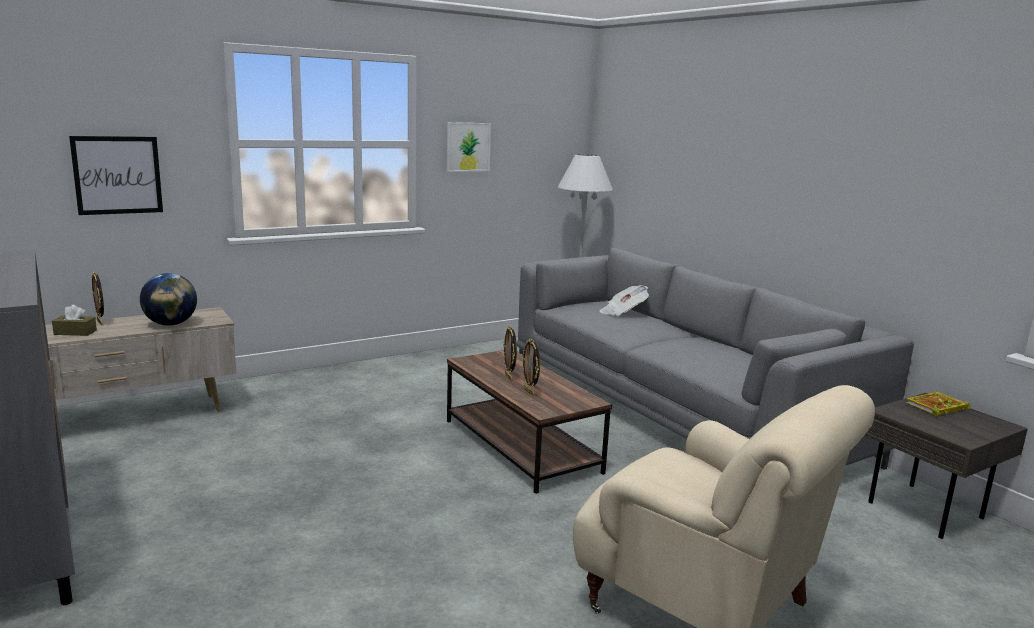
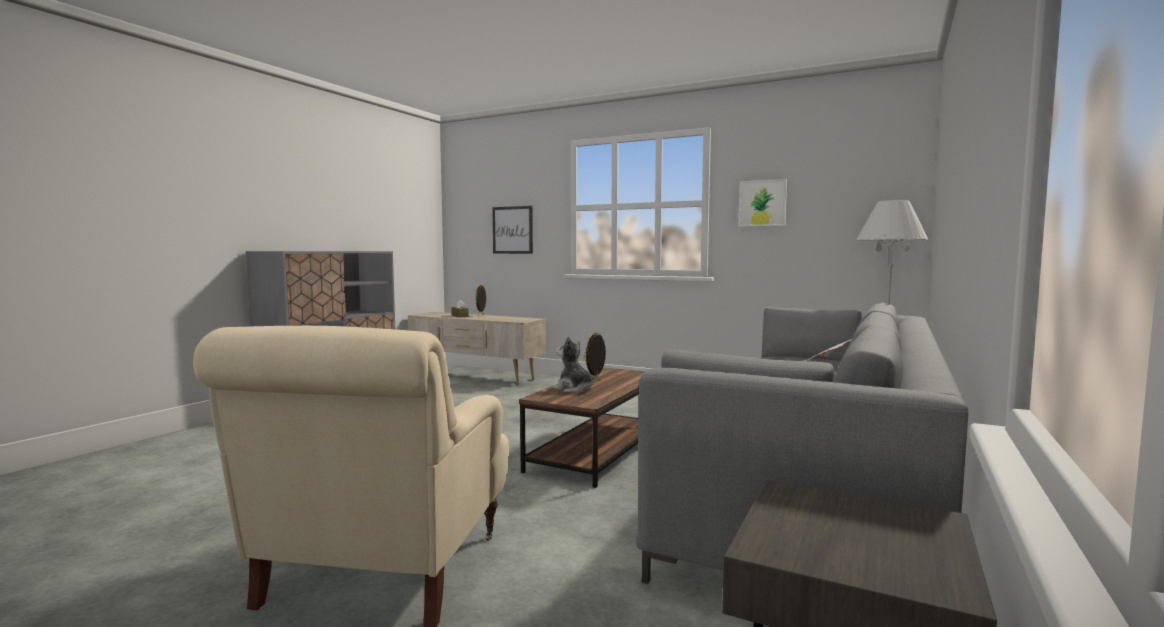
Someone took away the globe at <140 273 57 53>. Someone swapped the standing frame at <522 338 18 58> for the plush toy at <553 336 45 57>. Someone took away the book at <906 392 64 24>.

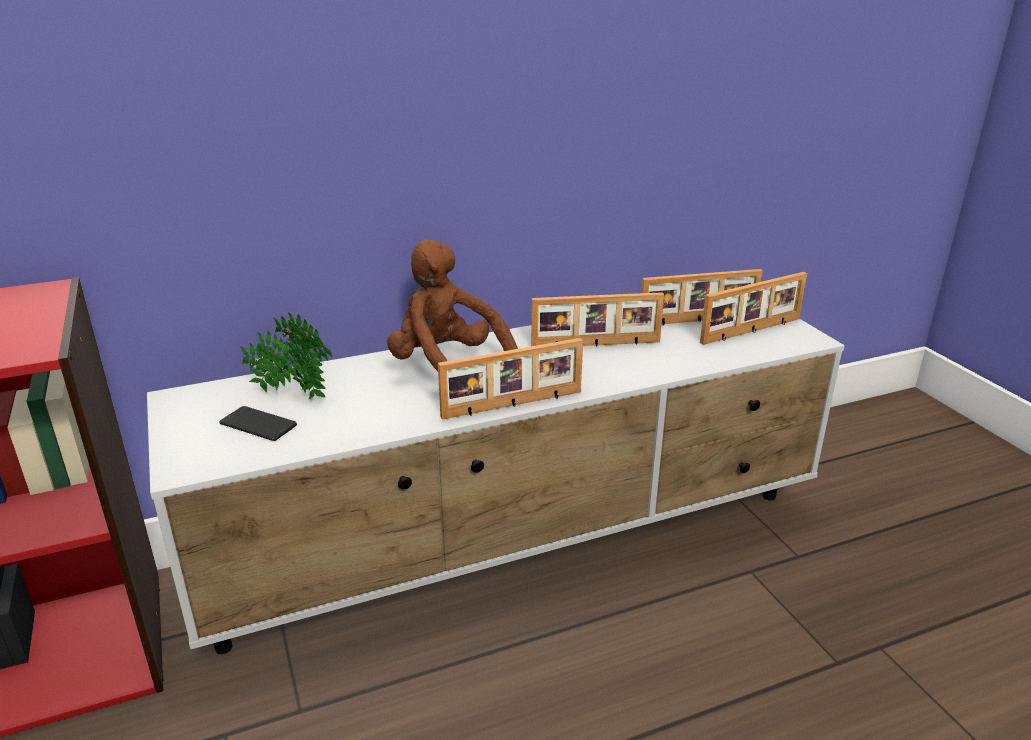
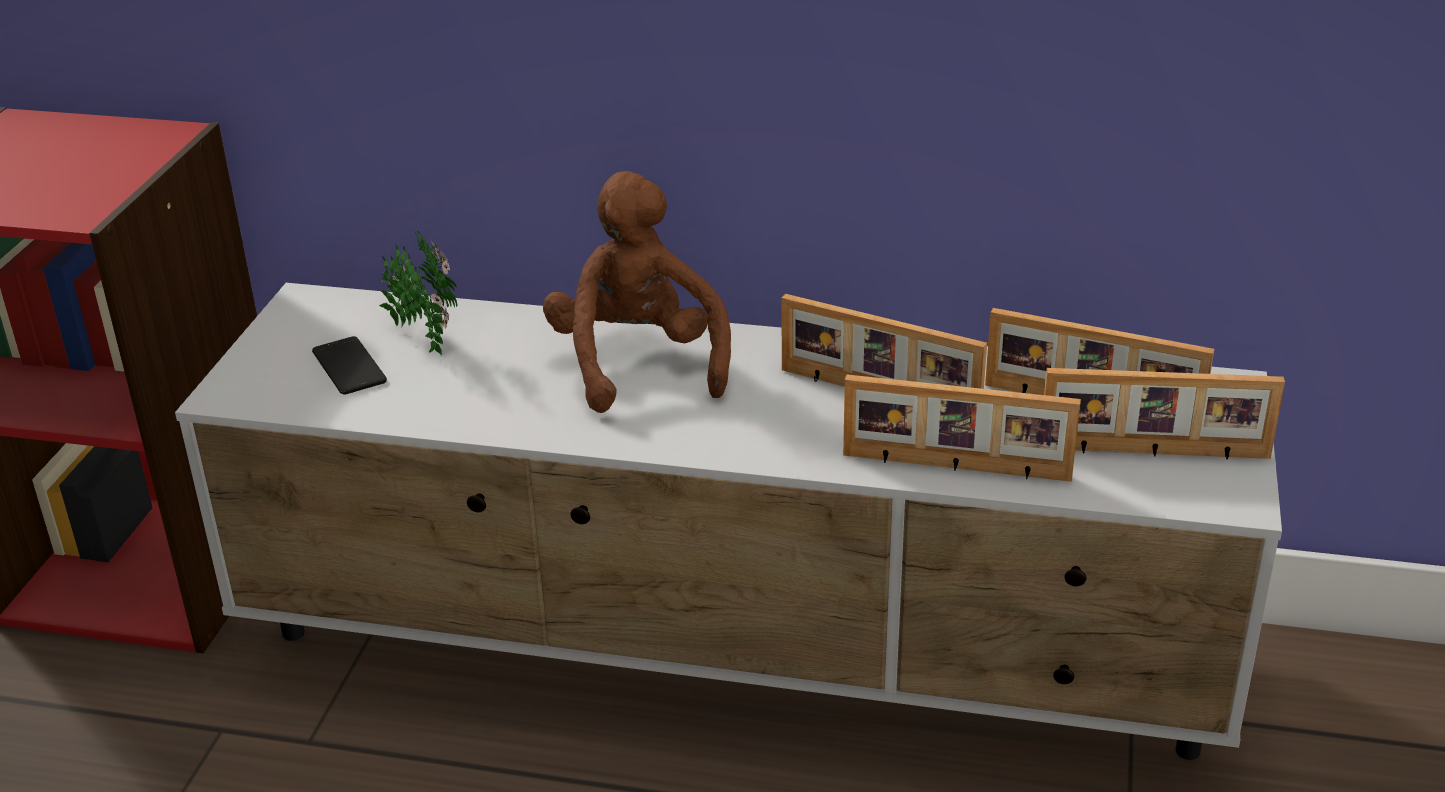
Someone carried the standing frame from <438 338 145 82> to <843 374 238 108>.

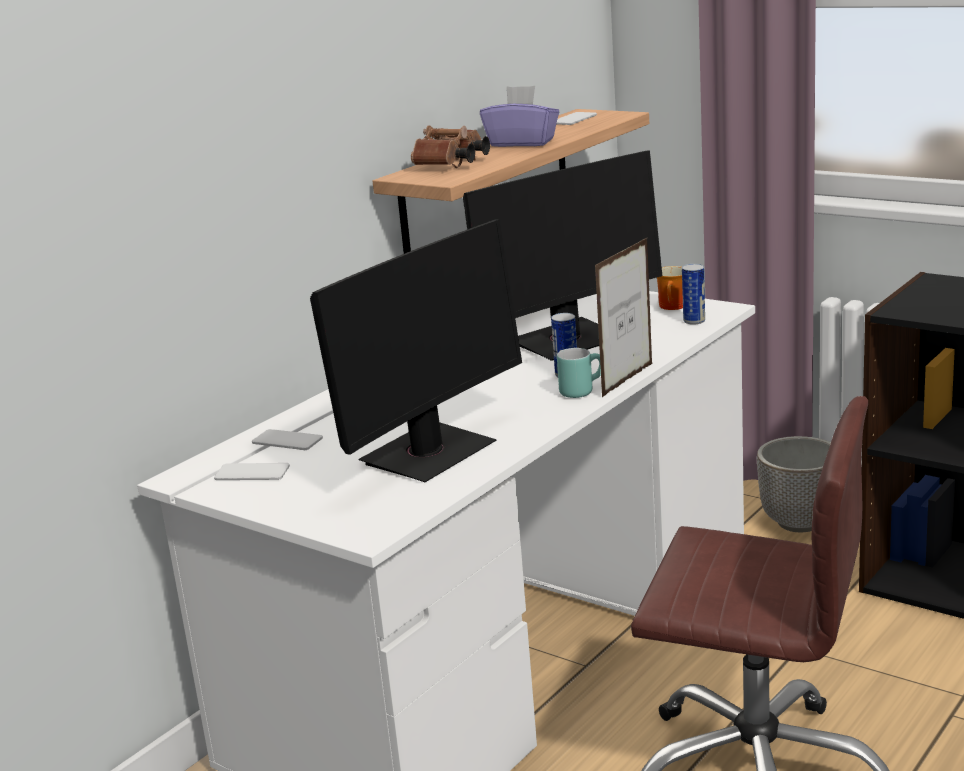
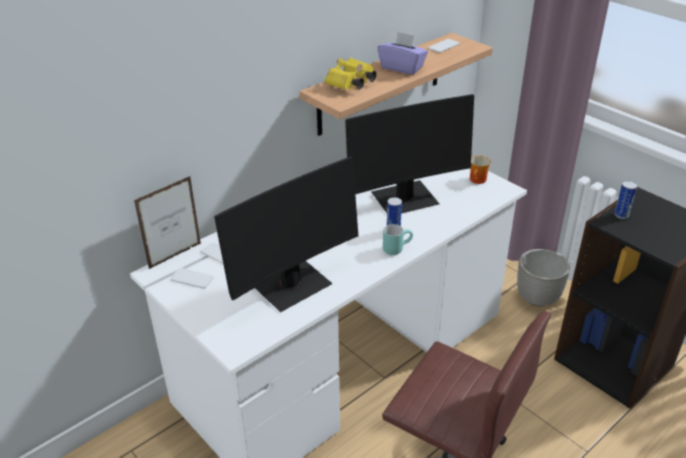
Someone repainted the brown binoculars at <411 125 79 43>, which became the yellowish binoculars at <325 58 52 32>. Someone carried the standing frame from <595 238 57 159> to <134 176 67 93>. Someone carried the can from <682 264 23 61> to <615 181 22 38>.

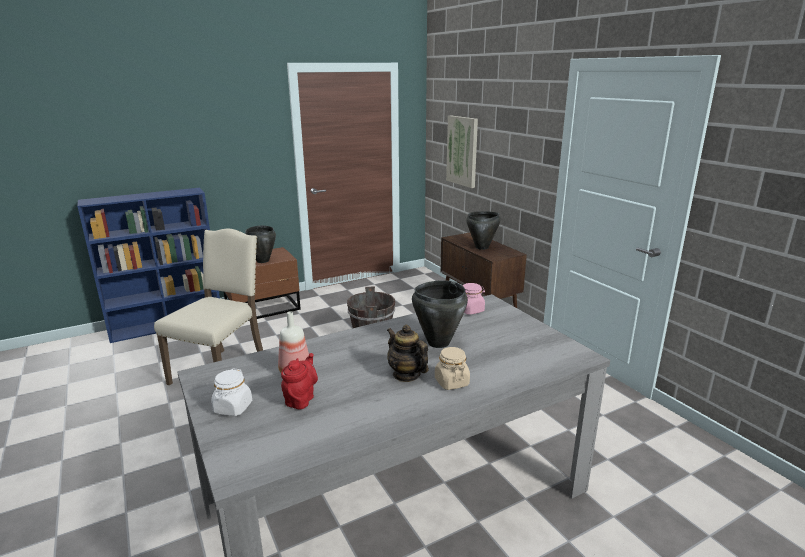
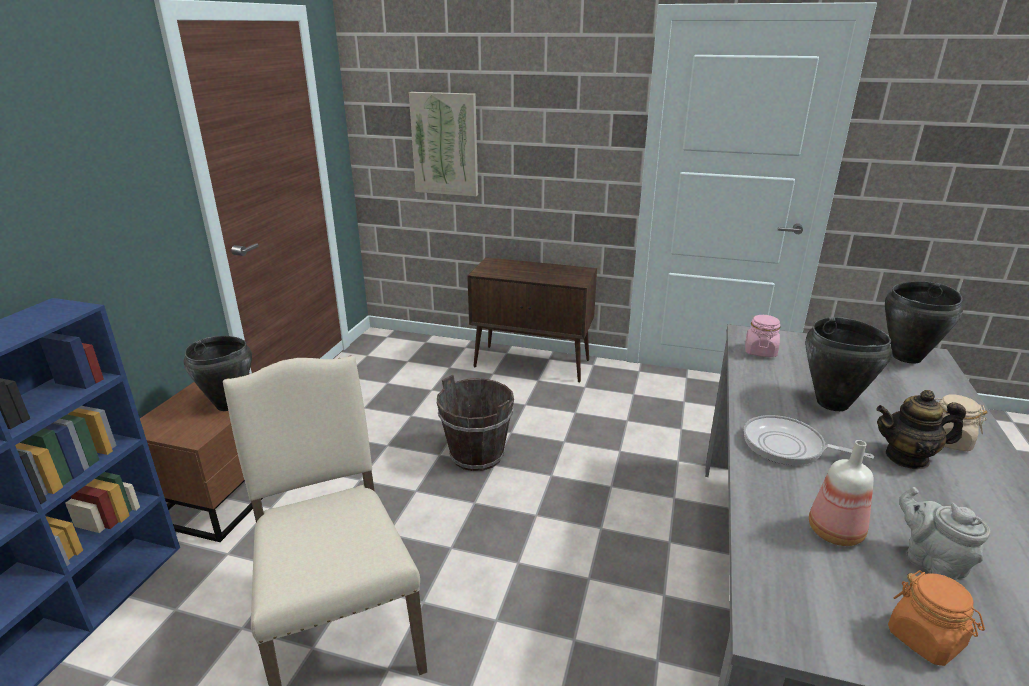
Someone carried the black-coloured cooking pot from <466 211 35 39> to <885 281 78 83>. Someone repainted the red tea pot at <281 353 37 56>, which became the grey tea pot at <899 487 91 93>. Someone repainted the white jar at <211 368 41 48>, which became the orange-coloured jar at <888 570 97 96>. Someone put down the pan at <744 415 130 50>.

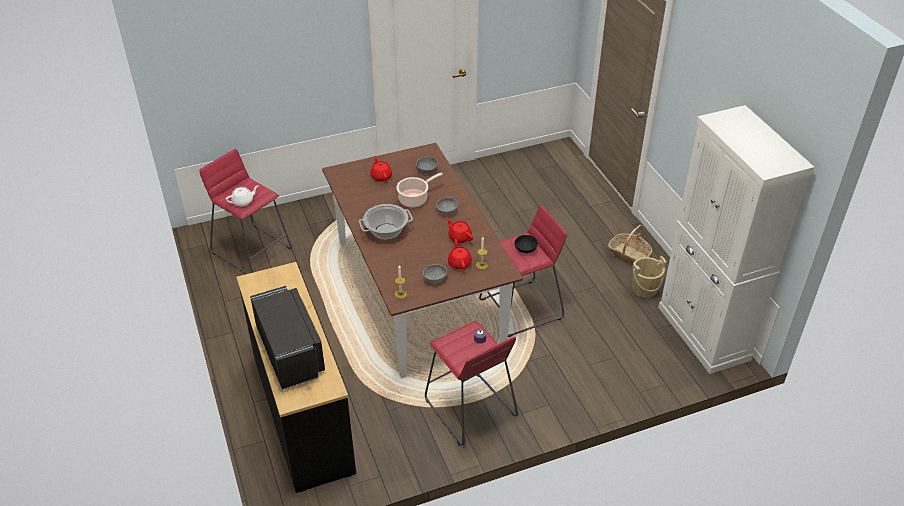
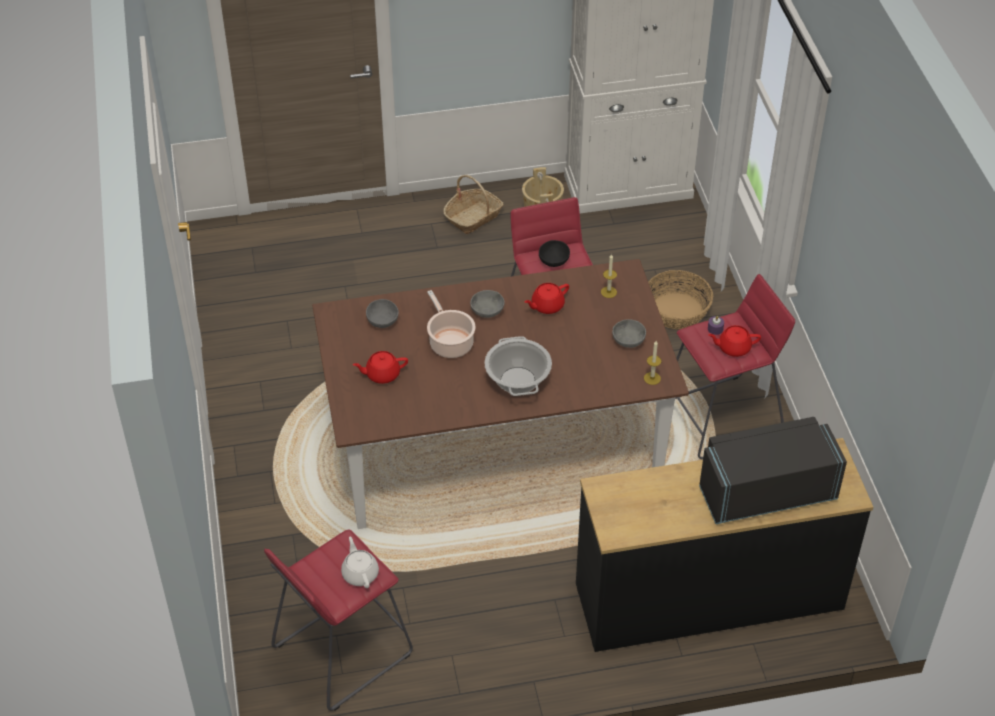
Someone carried the red tea pot from <448 239 24 31> to <708 325 53 32>. Someone put down the basket at <648 270 65 59>.

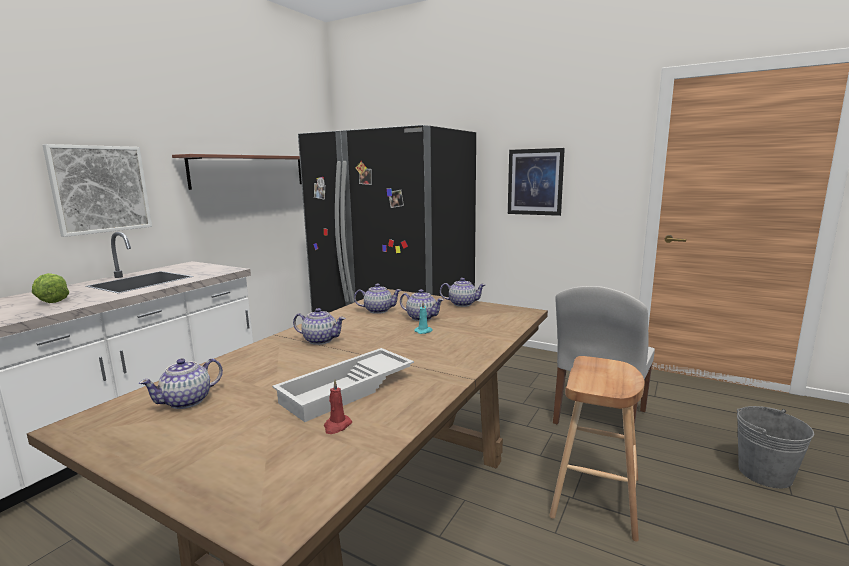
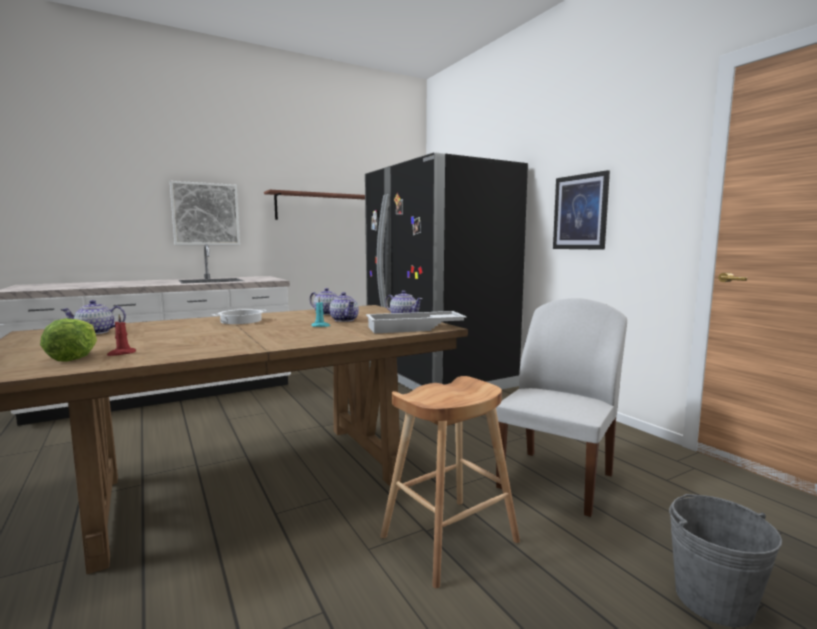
Someone carried the head of lettuce from <32 273 37 30> to <40 318 57 44>. Someone rotated the white chair at <553 286 102 138> by 150 degrees clockwise. Someone swapped the tea pot at <293 308 53 37> for the cooking pot at <212 309 55 15>. Someone carried the white carrying tray from <272 348 142 74> to <366 311 101 23>.

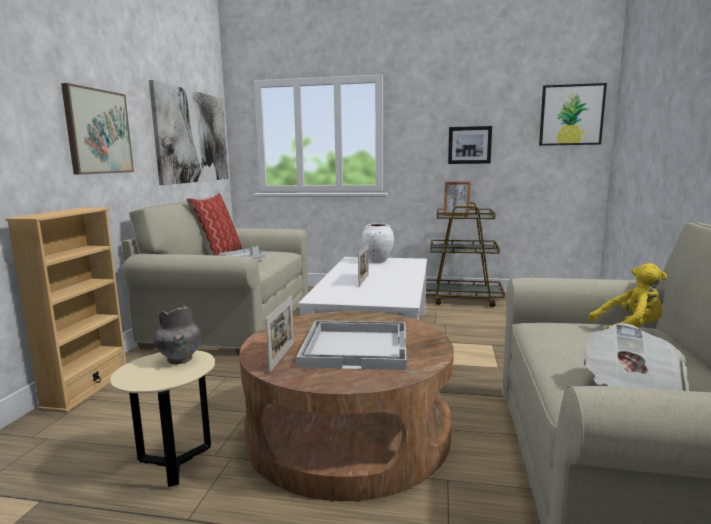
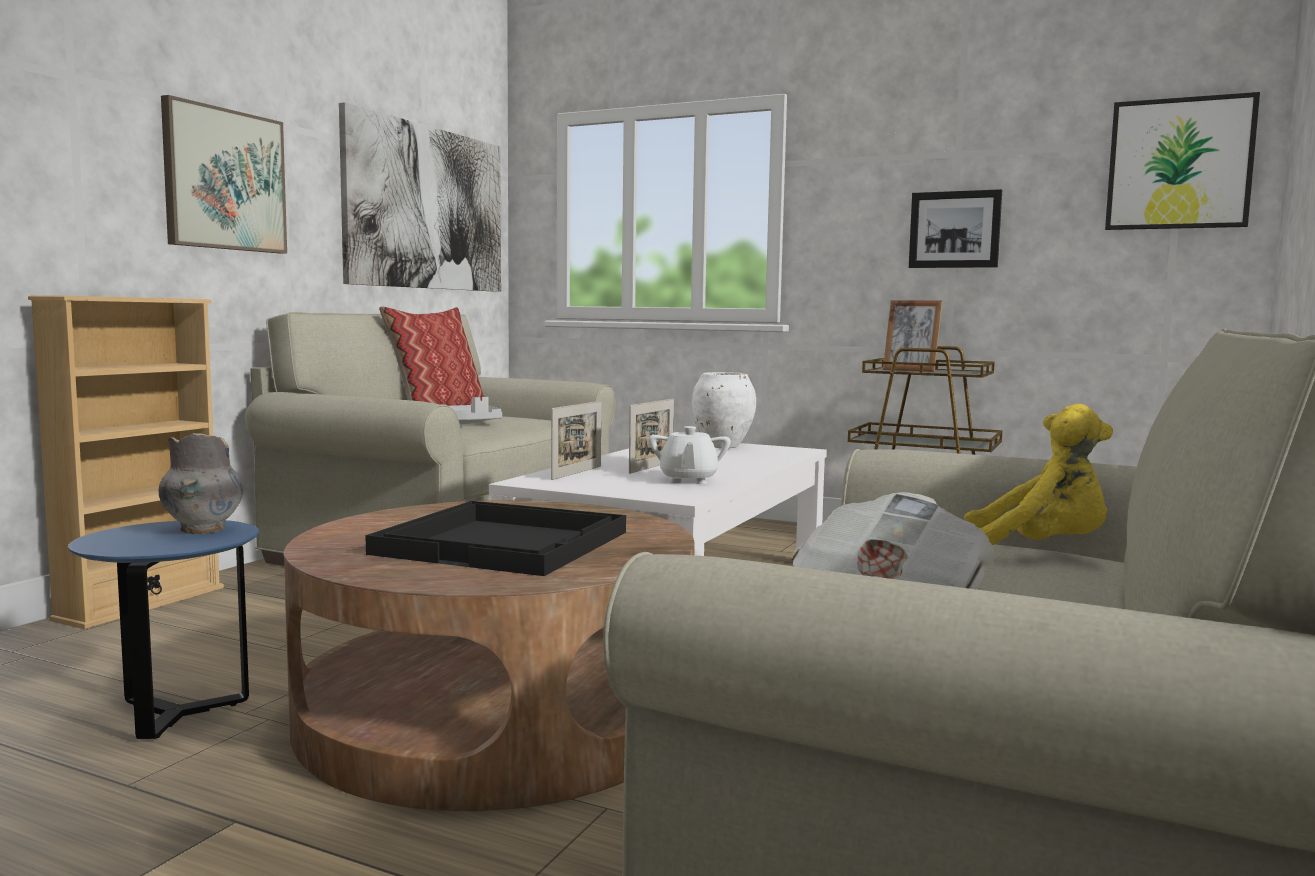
Someone carried the standing frame from <266 296 28 77> to <551 401 50 79>. Someone repainted the white carrying tray at <296 321 110 49>, which became the black-coloured carrying tray at <365 501 261 75>. Someone repainted the beige-coloured side table at <110 350 105 137>, which became the blue side table at <68 520 191 219>. Someone put down the white tea pot at <649 426 82 58>.

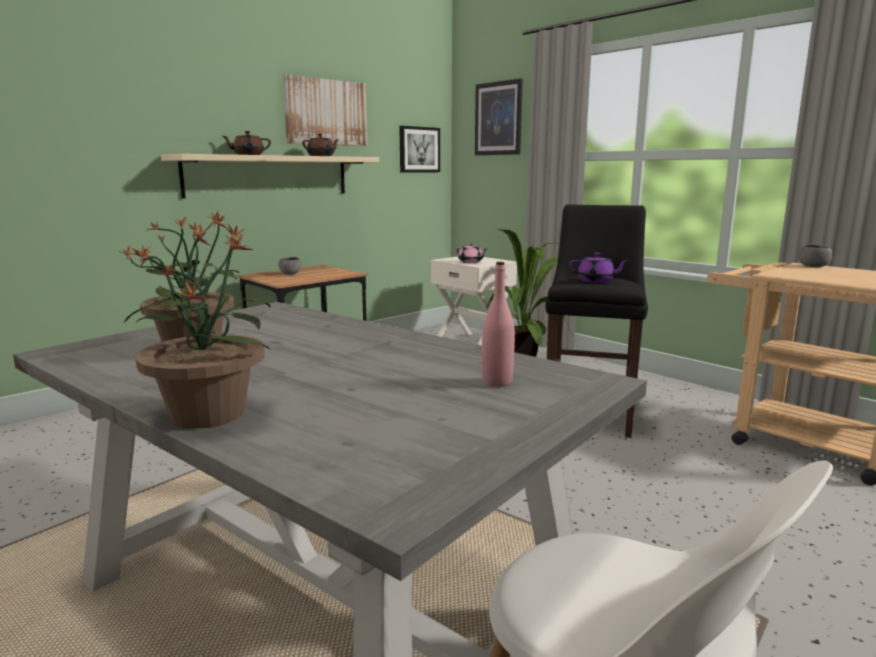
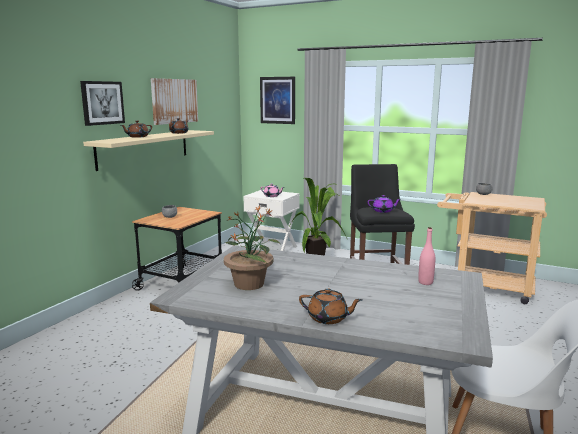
Someone carried the wall picture from <399 126 41 47> to <80 81 45 45>. Someone swapped the houseplant at <124 223 146 206> for the brown tea pot at <299 288 63 36>.

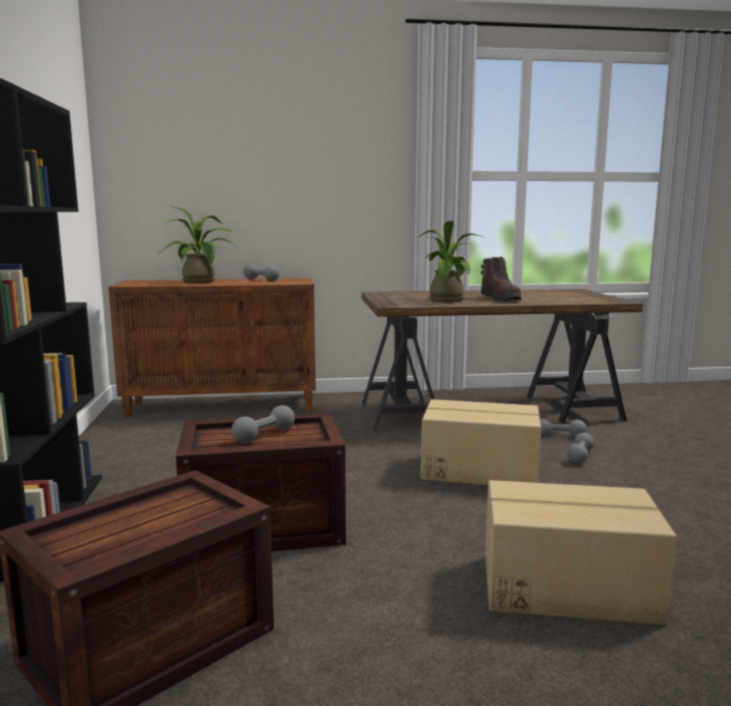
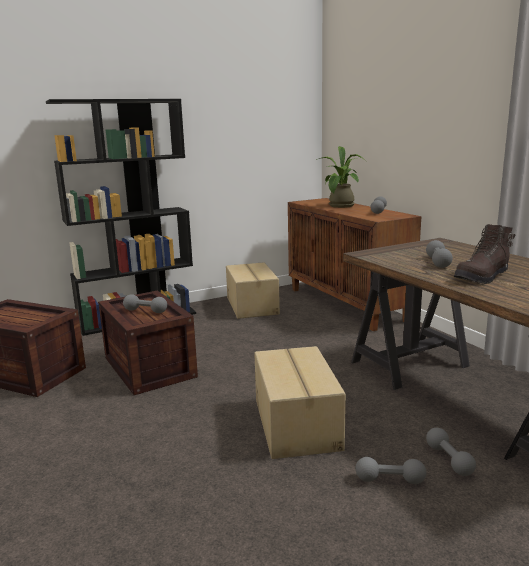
Someone swapped the houseplant at <417 221 68 81> for the grey free weight at <426 240 27 28>. Someone carried the packing box from <485 480 192 145> to <226 262 54 57>.

